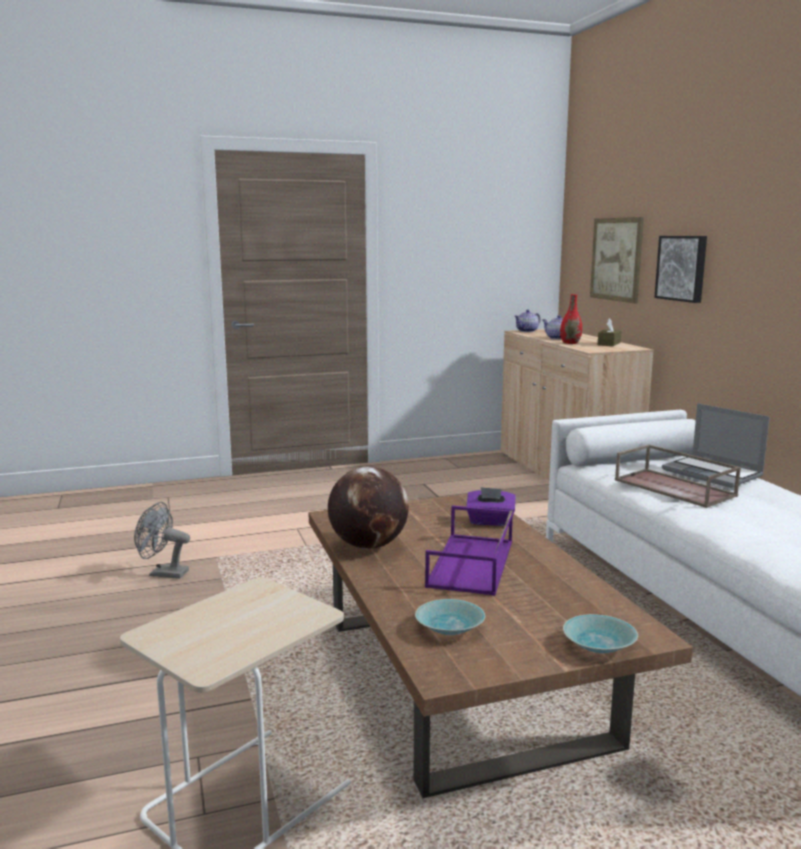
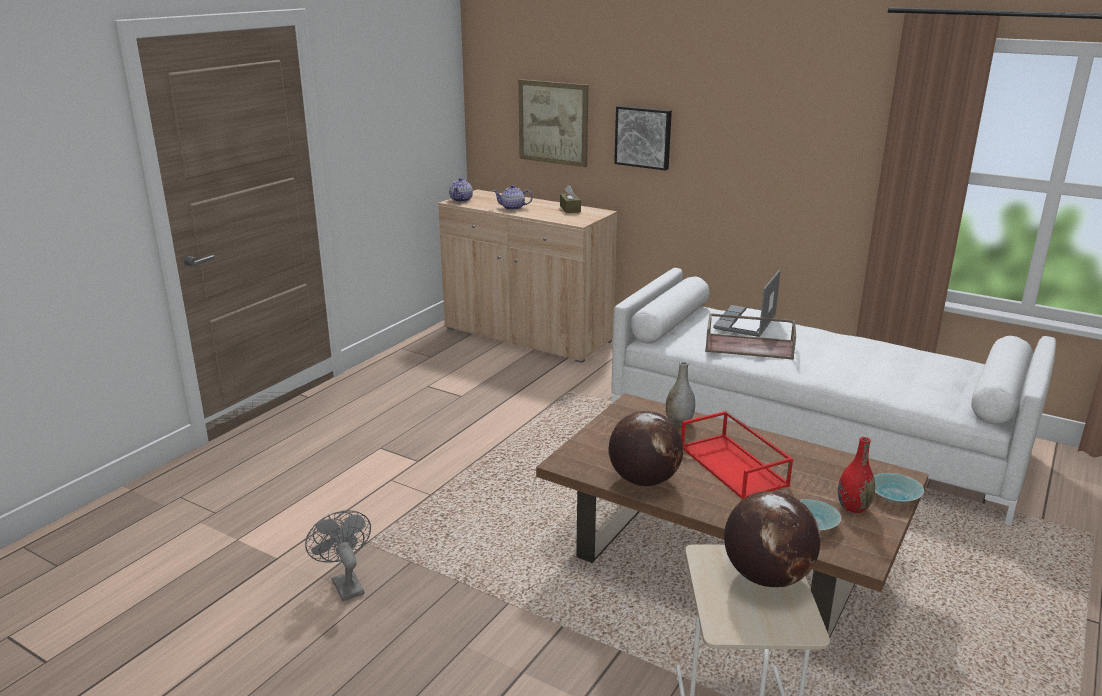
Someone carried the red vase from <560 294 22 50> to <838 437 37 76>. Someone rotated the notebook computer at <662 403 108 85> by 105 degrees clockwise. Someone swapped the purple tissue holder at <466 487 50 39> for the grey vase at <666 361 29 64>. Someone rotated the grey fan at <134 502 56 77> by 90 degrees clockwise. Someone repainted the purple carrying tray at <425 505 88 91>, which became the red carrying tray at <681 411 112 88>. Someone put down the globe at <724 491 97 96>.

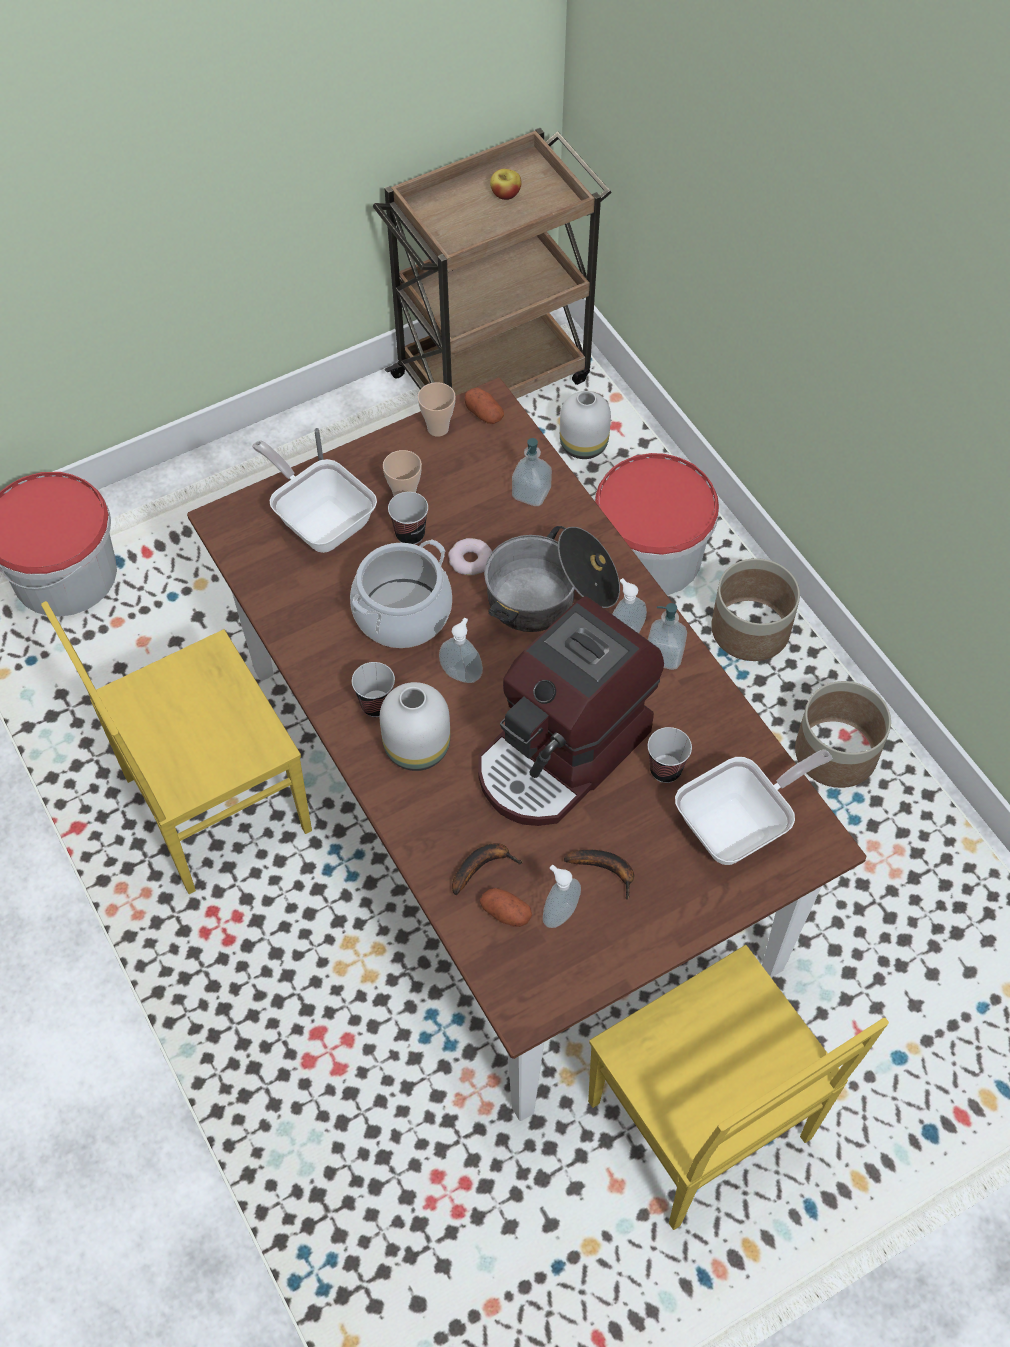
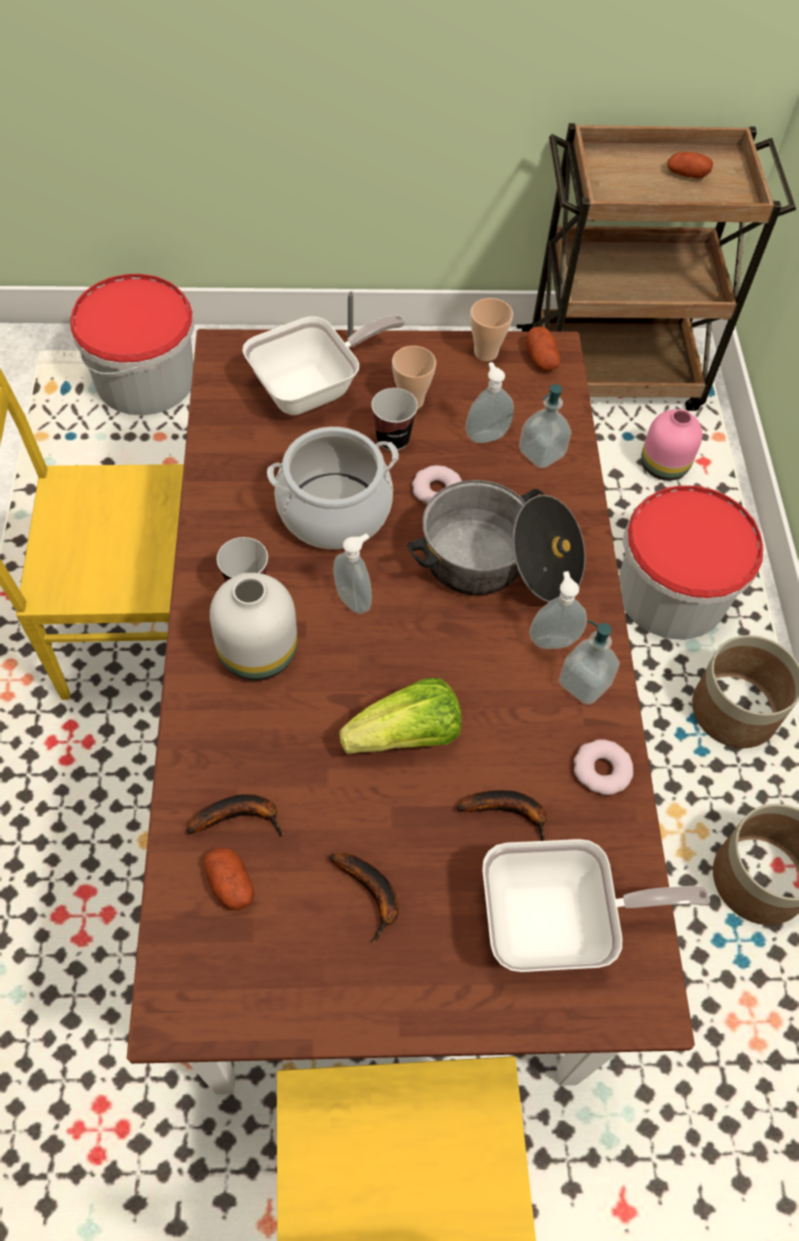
Someone swapped the apple at <490 169 31 31> for the whole potato at <667 152 46 26>. Someone repainted the white vase at <560 391 51 68>, which became the pink-coloured vase at <642 409 60 72>. Someone rotated the pan at <252 440 125 113> by 75 degrees clockwise. Someone swapped the coffee maker at <478 596 186 230> for the head of lettuce at <339 678 122 76>. Someone swapped the cup at <648 727 44 56> for the banana at <457 790 89 51>. Someone carried the soap bottle from <543 865 38 63> to <466 362 48 81>. Someone put down the ring doughnut at <574 739 59 56>.

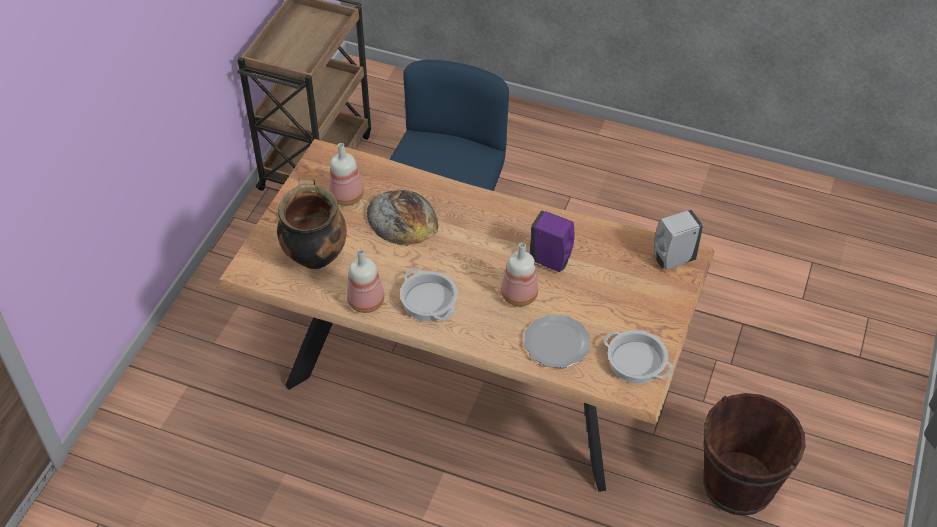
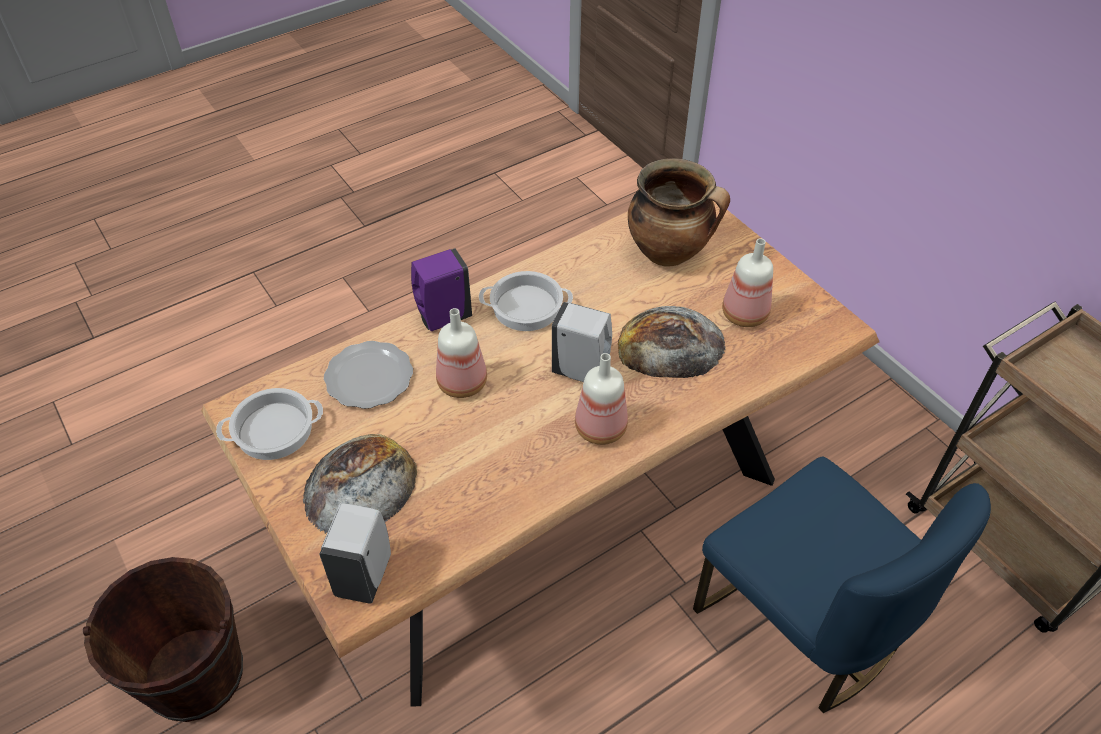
Someone carried the purple soap bottle from <530 211 45 61> to <411 248 61 83>. Someone carried the bottle from <347 249 37 64> to <575 353 53 92>. Someone put down the white soap bottle at <552 302 60 80>. Someone put down the bakery bread at <303 434 114 100>.

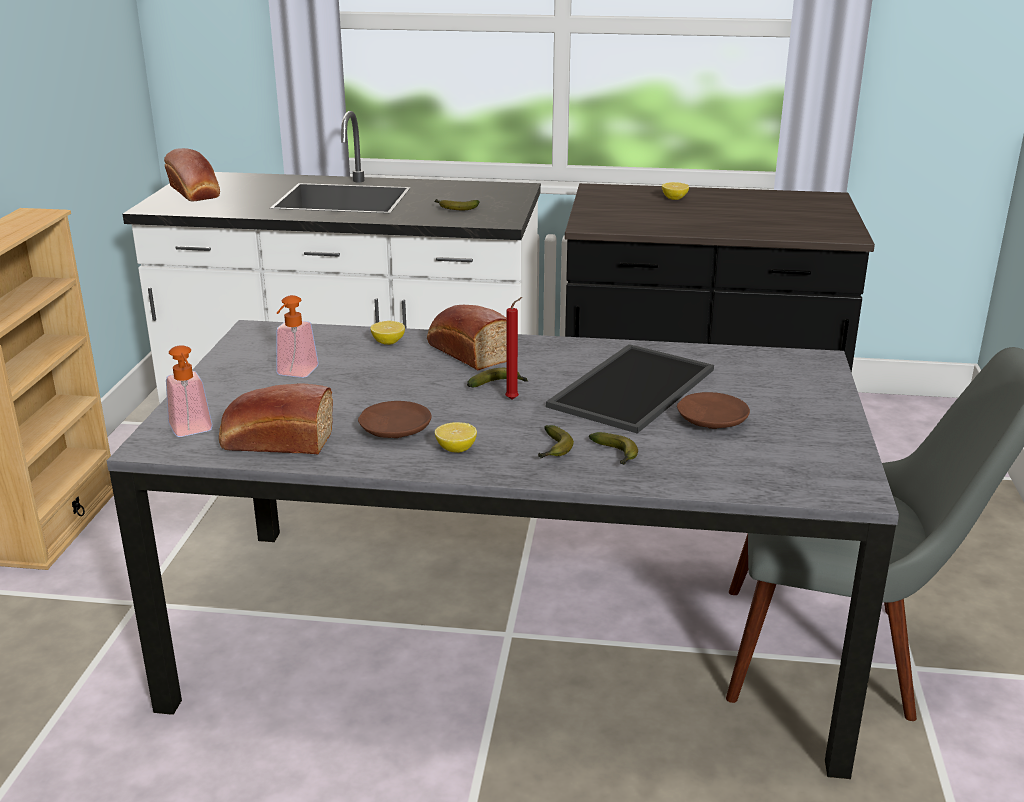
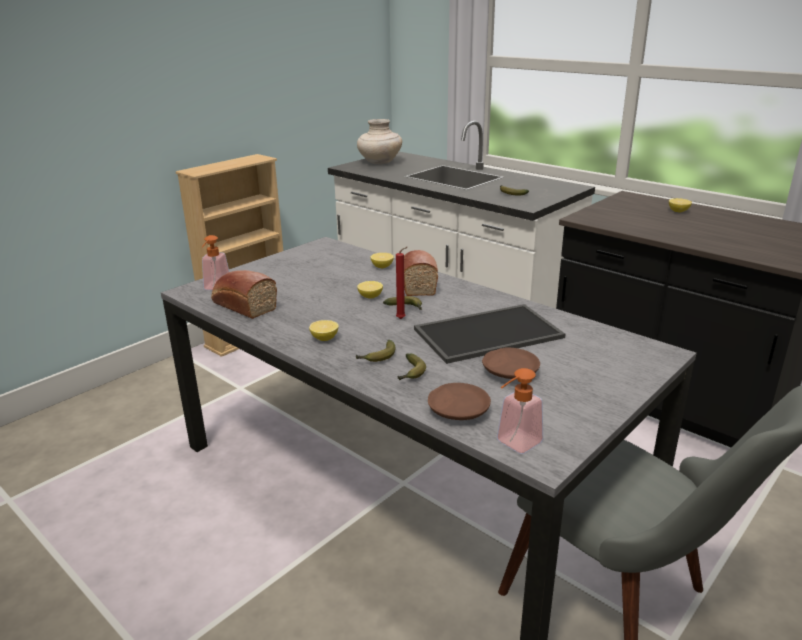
Someone swapped the bakery bread at <164 148 56 54> for the beige-coloured vase at <357 119 45 45>. Someone carried the soap bottle from <276 295 43 83> to <497 368 46 86>. Someone carried the brown plate from <358 401 74 37> to <428 383 63 37>. Someone put down the citrus fruit at <357 281 26 18>.

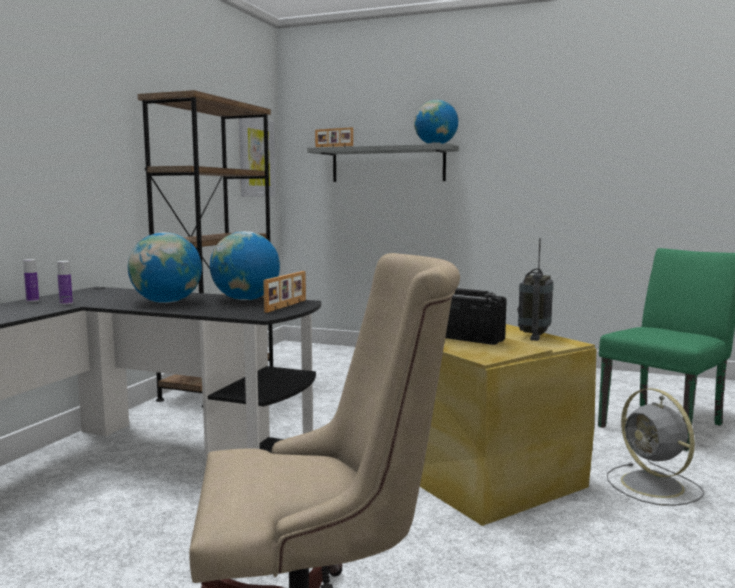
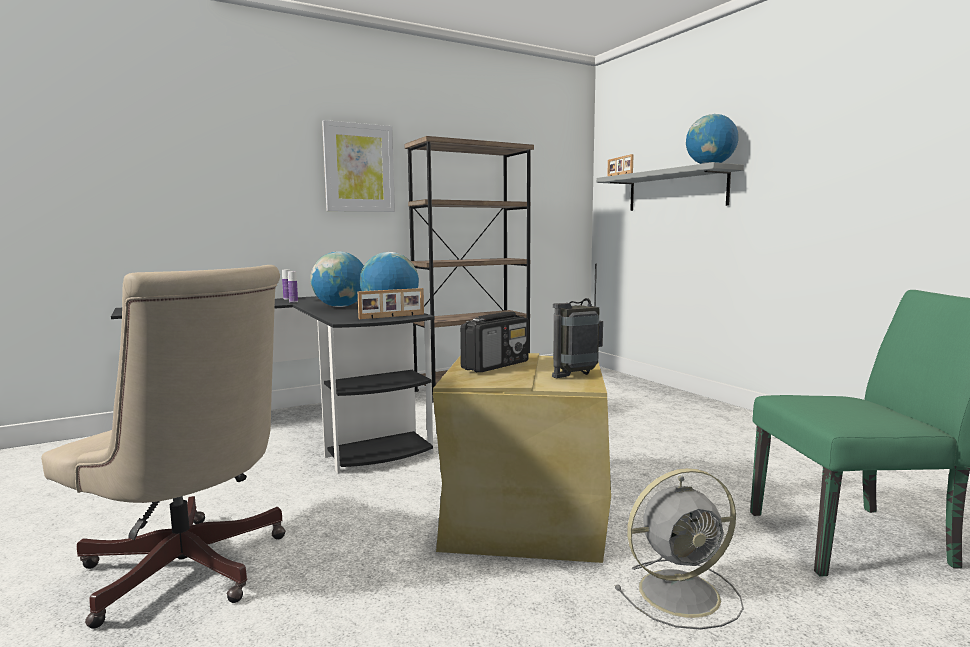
Someone carried the wall picture from <239 118 37 79> to <322 120 73 92>. Someone rotated the radio receiver at <445 288 62 57> by 60 degrees clockwise. Someone rotated the grey fan at <607 388 97 118> by 120 degrees counterclockwise.

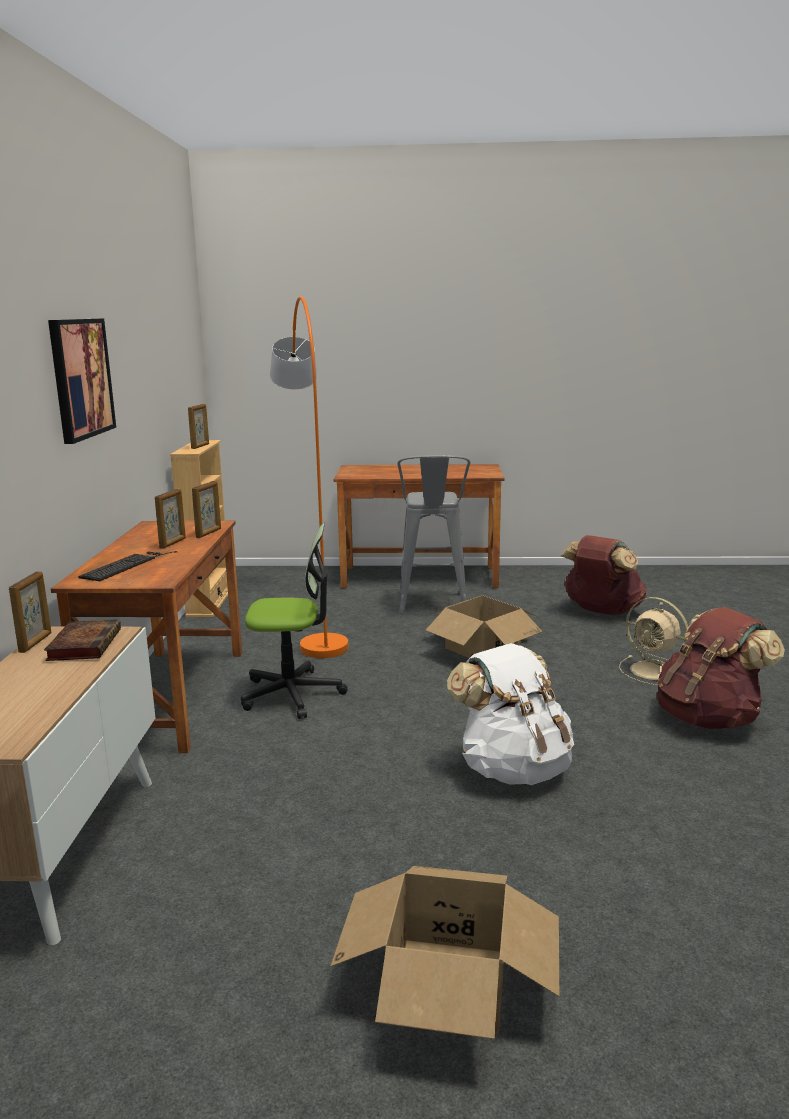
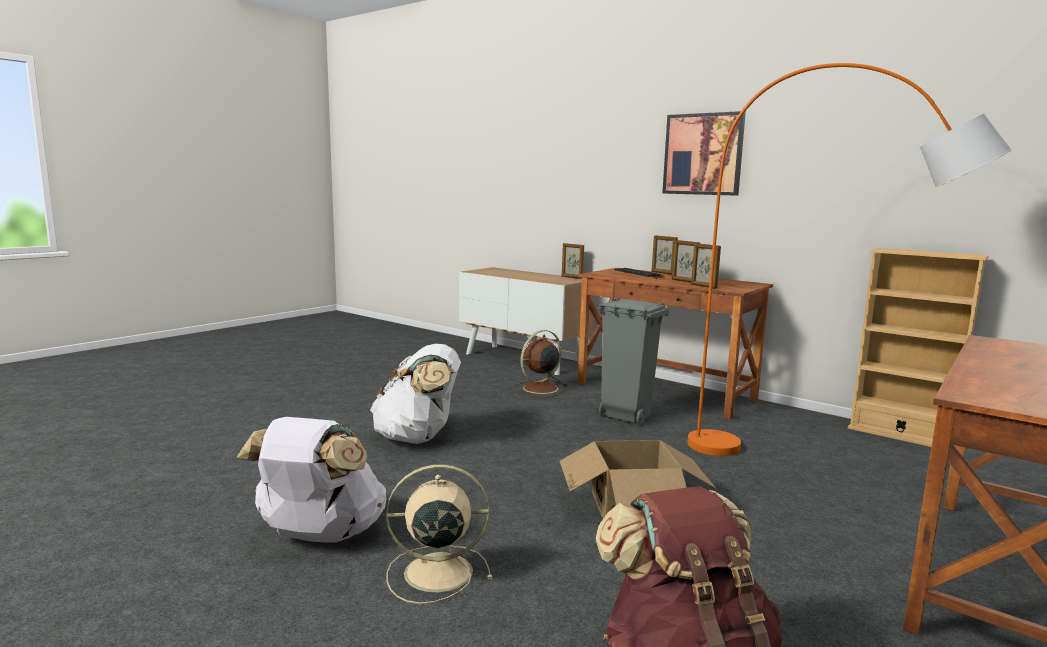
Someone carried the standing frame from <188 404 21 45> to <652 235 26 39>. Someone took away the grey stool at <397 455 73 160>. Someone swapped the desk chair at <241 523 107 196> for the grey rubbish bin at <598 297 71 128>. Someone repainted the brown knapsack at <657 607 128 123>, which became the white knapsack at <236 417 150 126>. Someone took away the book at <44 619 77 42>. Someone took away the packing box at <330 866 229 173>. Someone put down the brown fan at <514 330 54 68>.

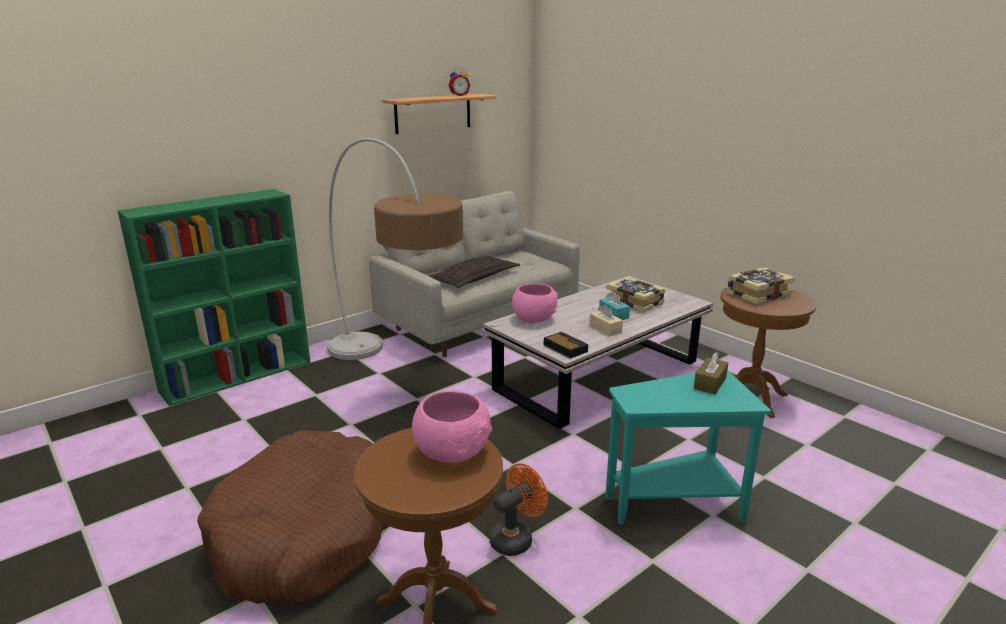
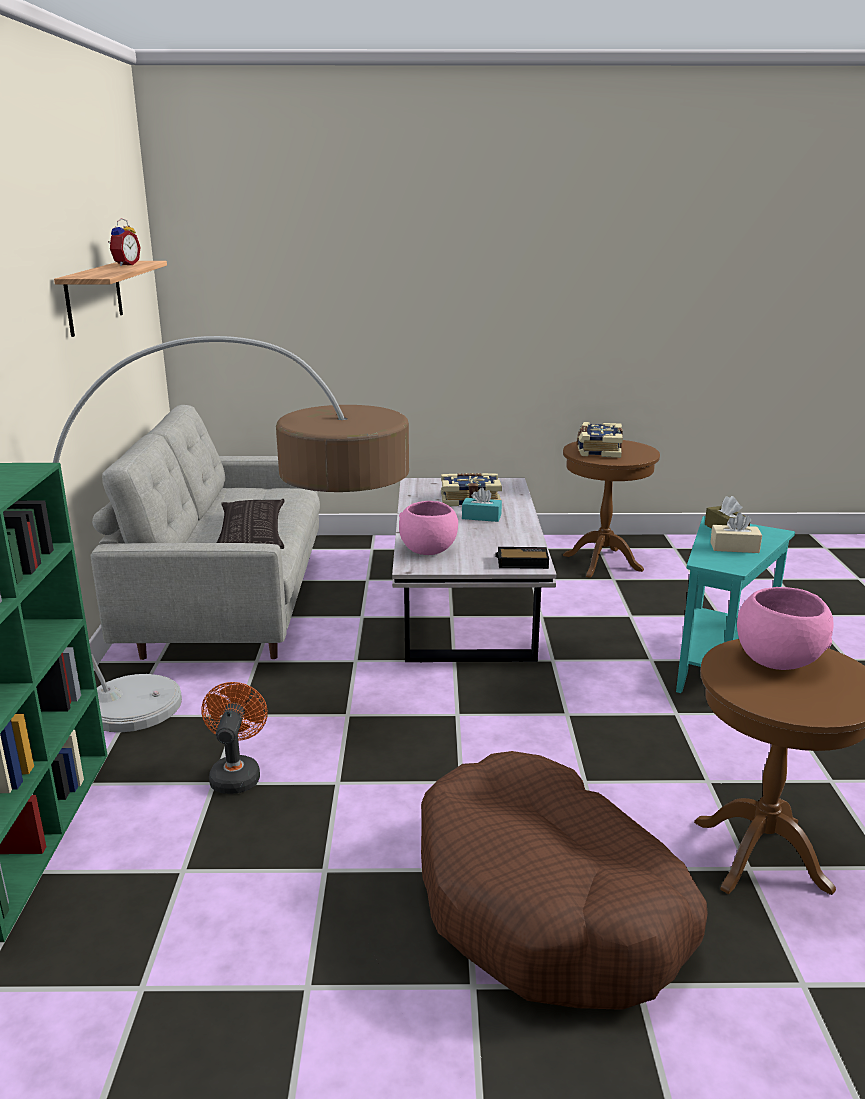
Someone carried the beige-coloured tissue holder from <589 304 34 32> to <710 513 52 40>. Someone carried the orange-coloured fan from <490 463 58 93> to <202 682 66 112>.

